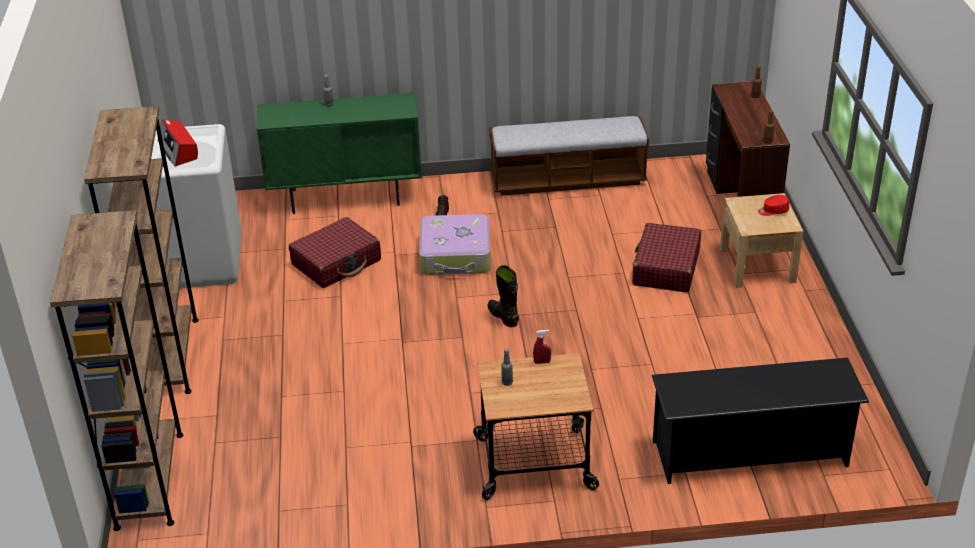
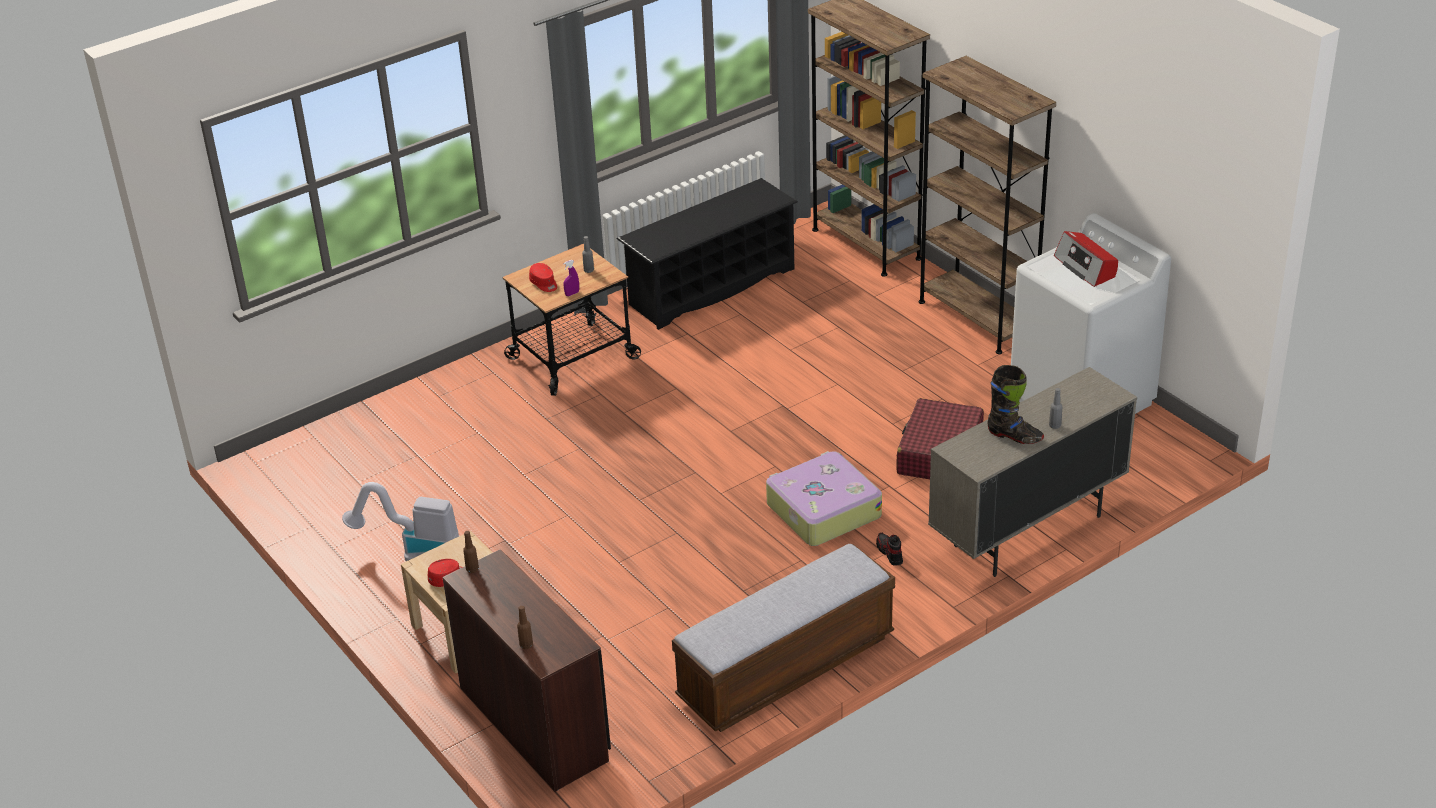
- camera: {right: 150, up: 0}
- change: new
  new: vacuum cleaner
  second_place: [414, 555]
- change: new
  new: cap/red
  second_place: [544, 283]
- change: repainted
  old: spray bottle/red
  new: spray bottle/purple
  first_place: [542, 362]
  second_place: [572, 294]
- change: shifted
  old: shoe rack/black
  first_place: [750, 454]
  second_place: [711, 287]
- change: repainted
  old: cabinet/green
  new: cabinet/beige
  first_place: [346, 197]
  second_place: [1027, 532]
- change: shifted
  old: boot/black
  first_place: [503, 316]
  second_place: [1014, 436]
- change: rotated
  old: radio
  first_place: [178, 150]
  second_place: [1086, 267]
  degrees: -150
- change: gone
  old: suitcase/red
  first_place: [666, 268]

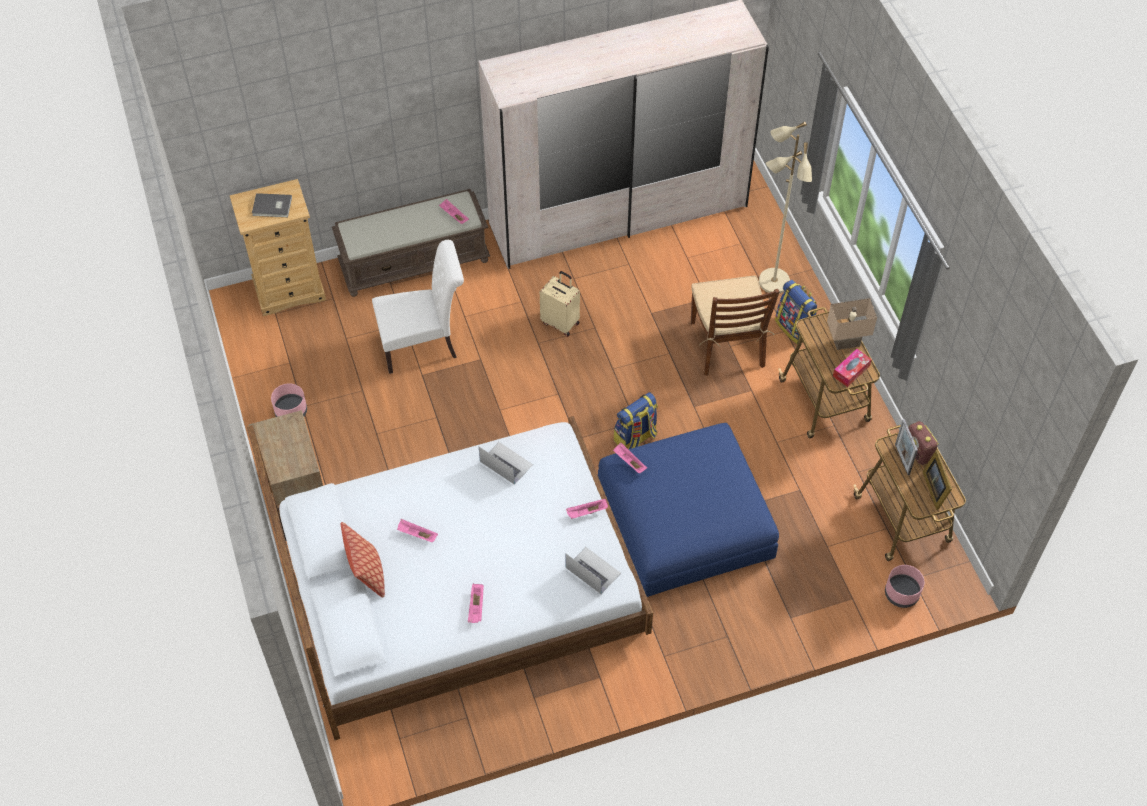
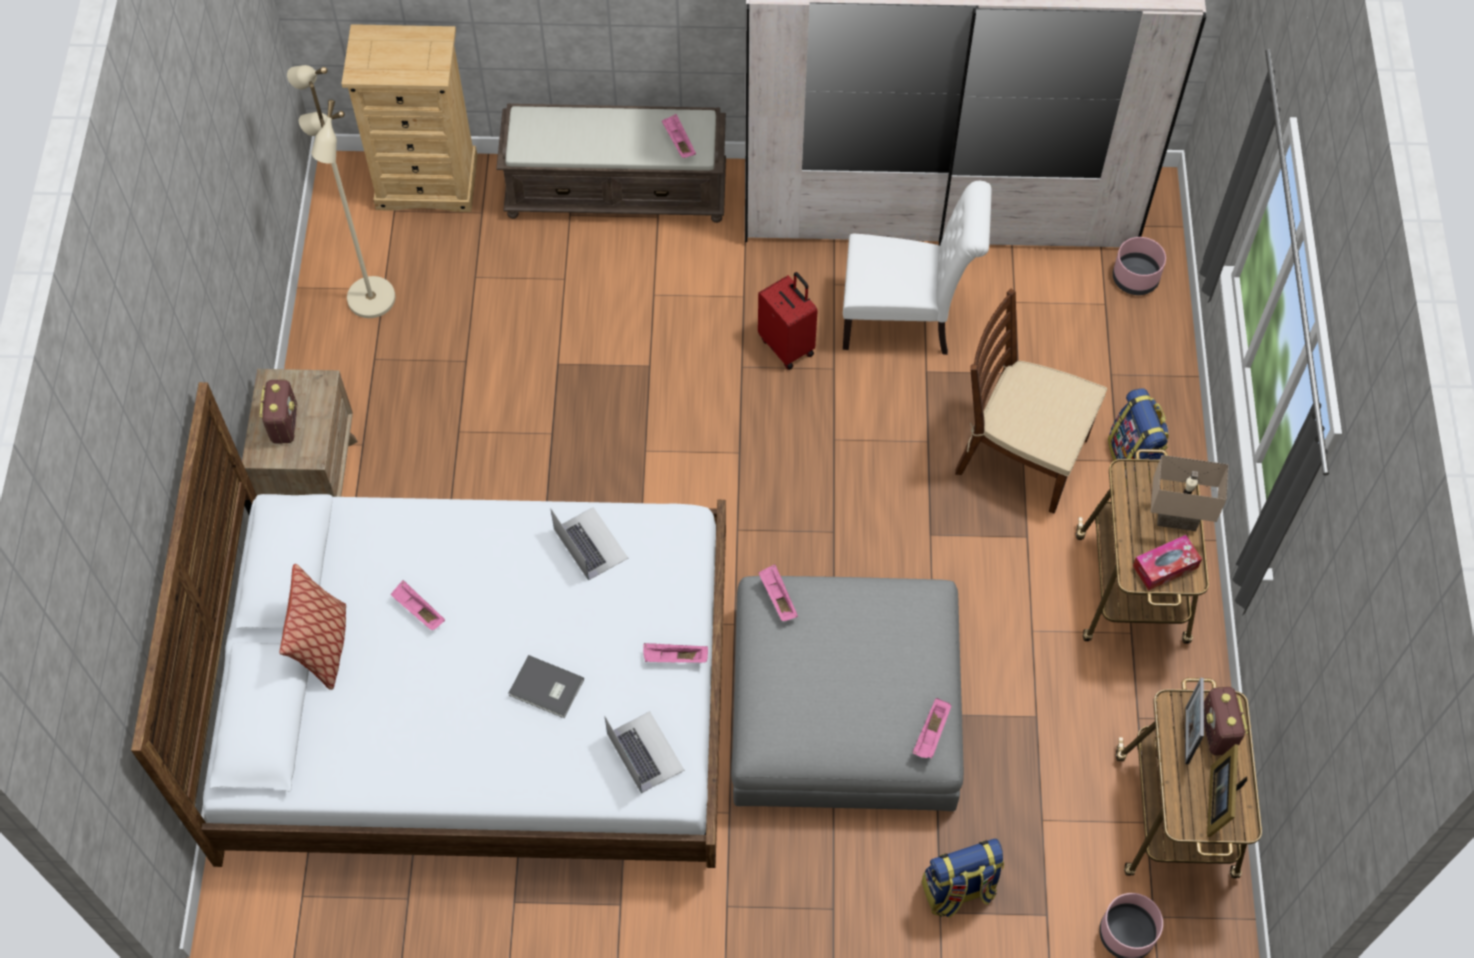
- camera: {right: 20, up: 5}
- change: new
  new: radio
  second_place: [284, 423]
- change: shifted
  old: floor lamp/beige
  first_place: [773, 282]
  second_place: [369, 298]
- change: shifted
  old: book/grey
  first_place: [272, 207]
  second_place: [546, 689]
- change: repainted
  old: ottoman/blue
  new: ottoman/grey
  first_place: [685, 520]
  second_place: [844, 707]
- change: repainted
  old: suitcase/beige
  new: suitcase/red
  first_place: [561, 322]
  second_place: [788, 345]
- change: shifted
  old: chair/white
  first_place: [423, 345]
  second_place: [905, 322]
- change: shifted
  old: tray/pink
  first_place: [476, 607]
  second_place: [931, 734]
- change: shifted
  old: backpack
  first_place: [635, 438]
  second_place: [958, 890]
- change: rotated
  old: chair/brown
  first_place: [727, 345]
  second_place: [1020, 455]
  degrees: 105
- change: shifted
  old: planter/pink
  first_place: [291, 411]
  second_place: [1134, 278]

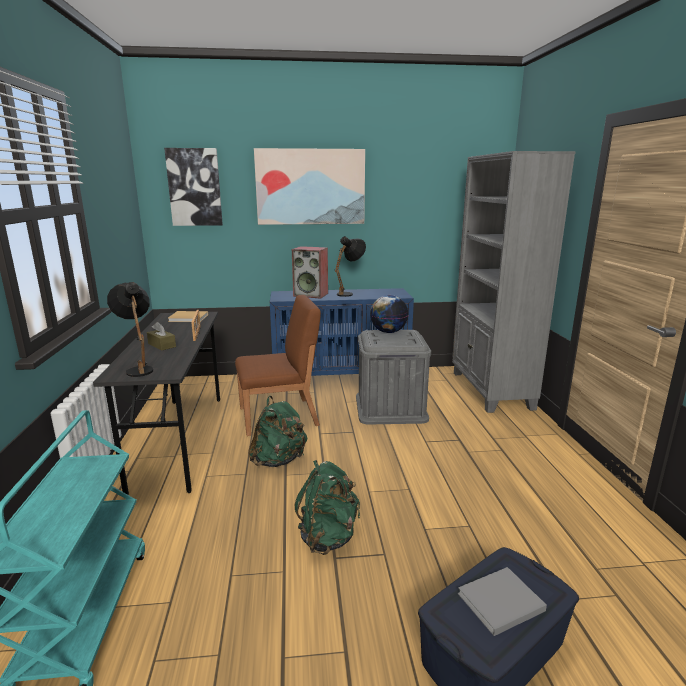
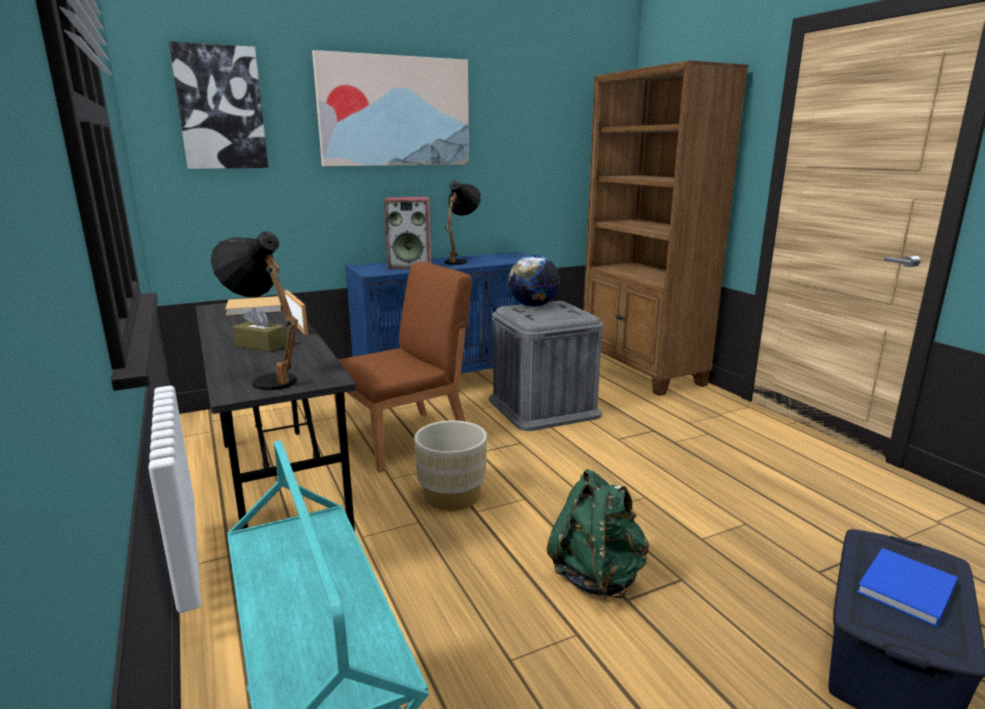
- camera: {right: -20, up: 0}
- change: swapped
  old: backpack/green
  new: planter/beige
  first_place: [279, 460]
  second_place: [452, 495]
- change: repainted
  old: bookcase/grey
  new: bookcase/brown
  first_place: [490, 390]
  second_place: [641, 371]
- change: repainted
  old: book/grey
  new: book/blue
  first_place: [498, 603]
  second_place: [905, 590]

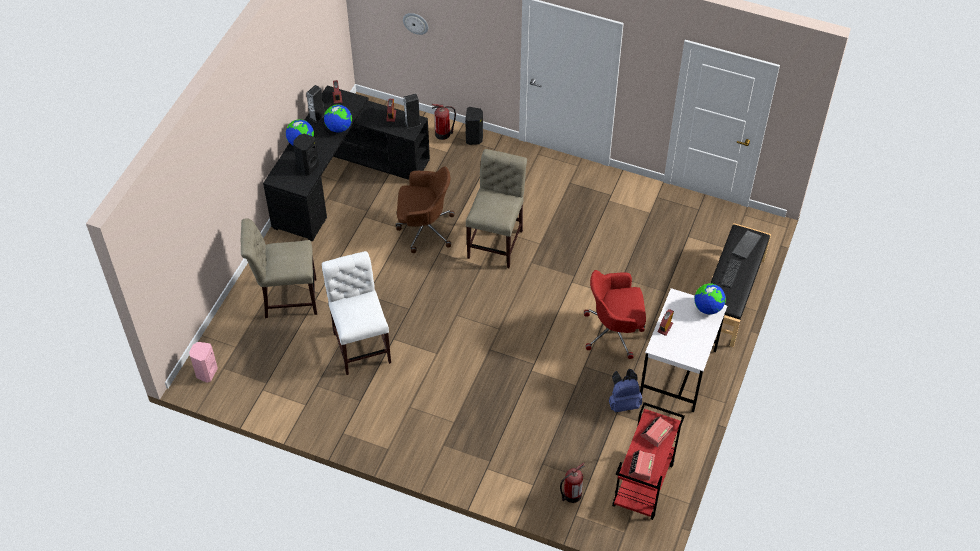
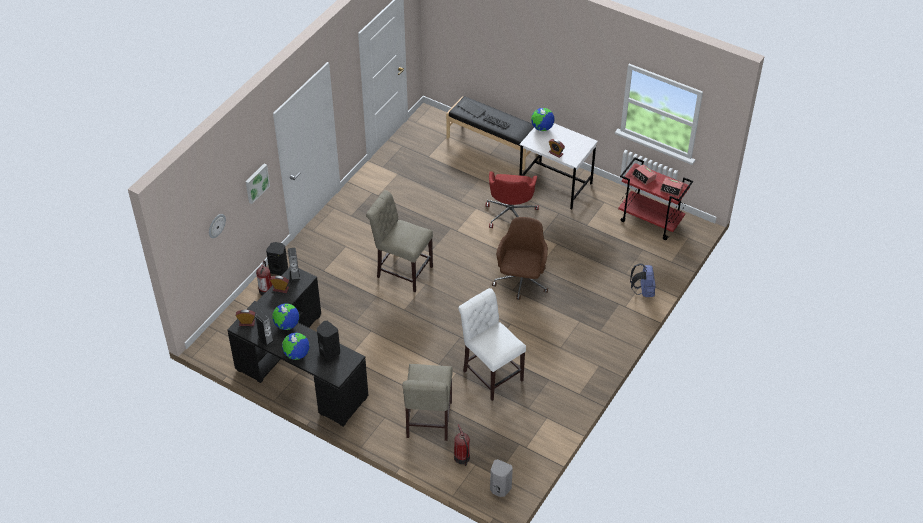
- camera: {right: -80, up: -5}
- change: new
  new: picture
  second_place: [256, 183]
- change: shifted
  old: fire extinguisher
  first_place: [571, 495]
  second_place: [462, 458]
- change: rotated
  old: chair/white
  first_place: [361, 344]
  second_place: [491, 373]
  degrees: 60
- change: repainted
  old: speaker/pink
  new: speaker/grey
  first_place: [206, 373]
  second_place: [499, 489]
- change: shifted
  old: office chair/brown
  first_place: [424, 228]
  second_place: [521, 282]
- change: shifted
  old: backpack/blue
  first_place: [623, 403]
  second_place: [643, 291]

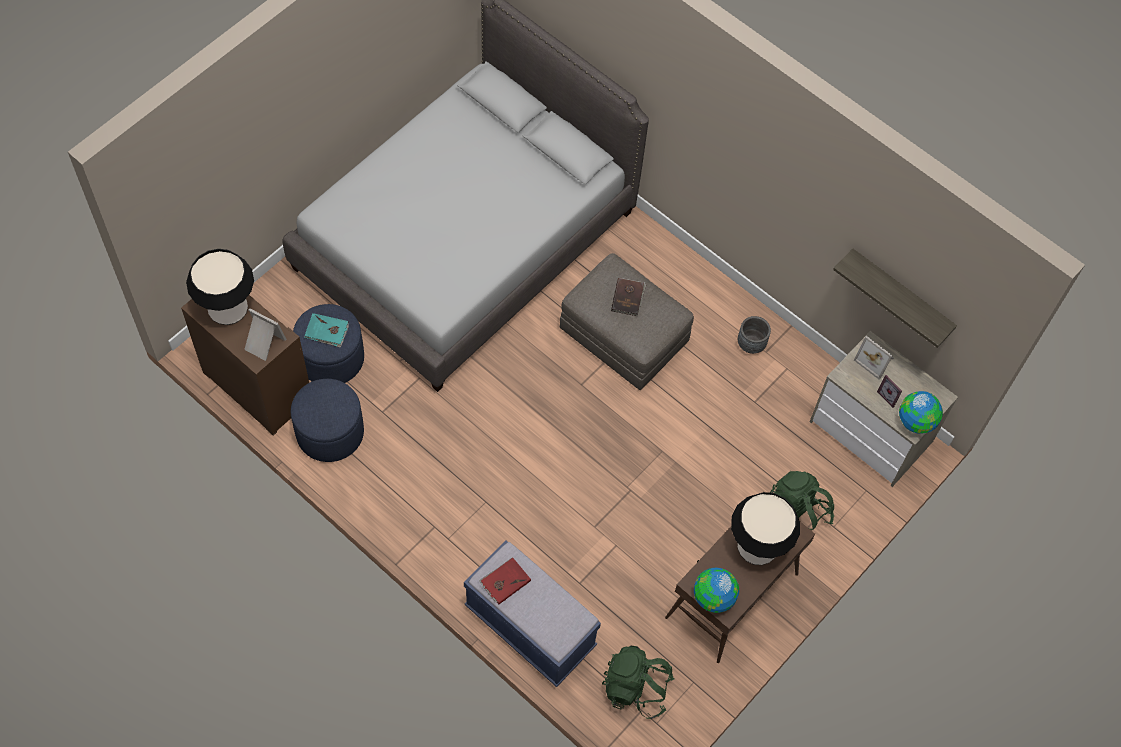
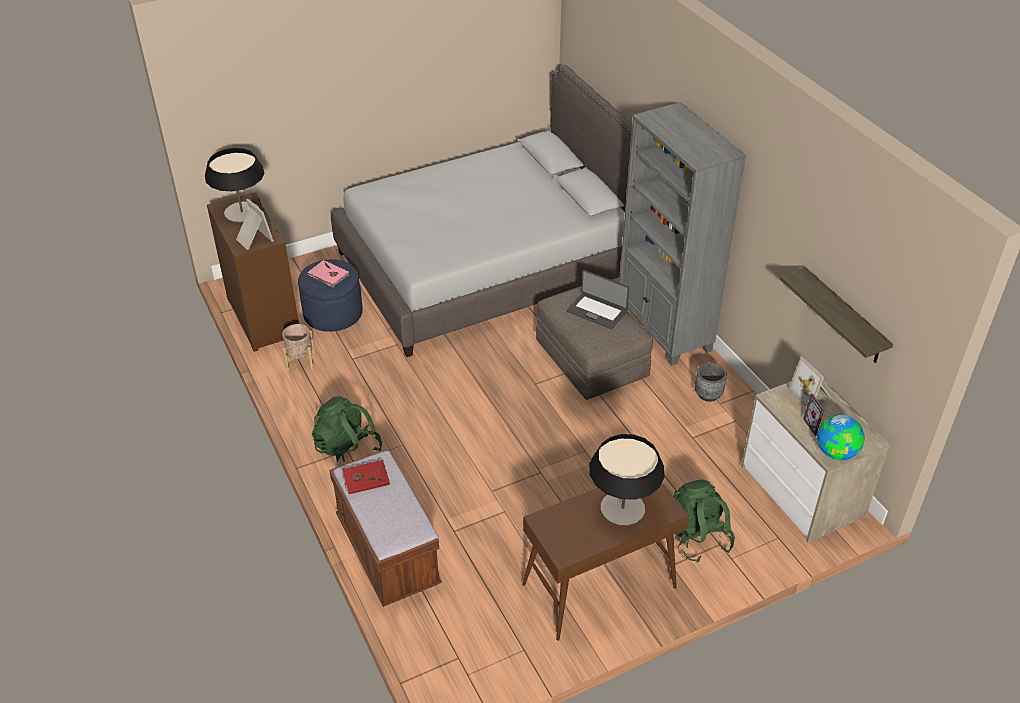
- camera: {right: 25, up: -20}
- change: swapped
  old: ottoman/blue
  new: planter/beige
  first_place: [330, 432]
  second_place: [300, 361]
- change: repainted
  old: book/turquoise
  new: book/pink
  first_place: [327, 331]
  second_place: [328, 275]
- change: shifted
  old: backpack/green
  first_place: [636, 688]
  second_place: [348, 450]
- change: repainted
  old: bench/blue
  new: bench/brown
  first_place: [530, 627]
  second_place: [387, 552]
- change: swapped
  old: book/brown
  new: laptop
  first_place: [628, 298]
  second_place: [597, 311]
- change: new
  new: bookcase/grey
  second_place: [664, 330]
- change: gone
  old: globe
  first_place: [713, 598]

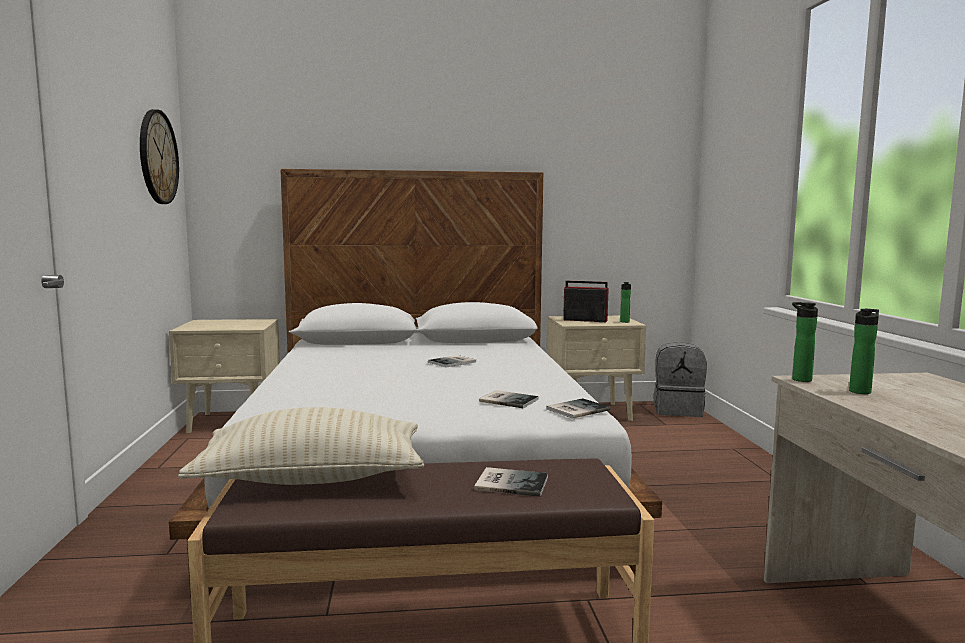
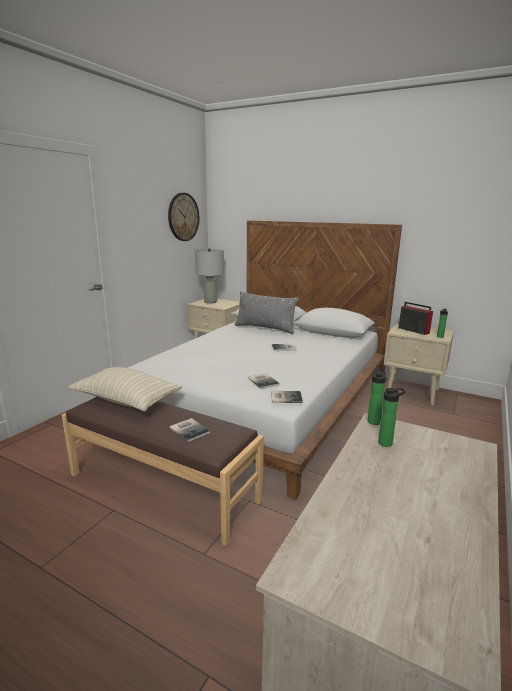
- camera: {right: 35, up: 10}
- change: new
  new: table lamp/grey
  second_place: [210, 302]
- change: new
  new: pillow/grey
  second_place: [265, 328]
- change: gone
  old: backpack/grey
  first_place: [678, 410]

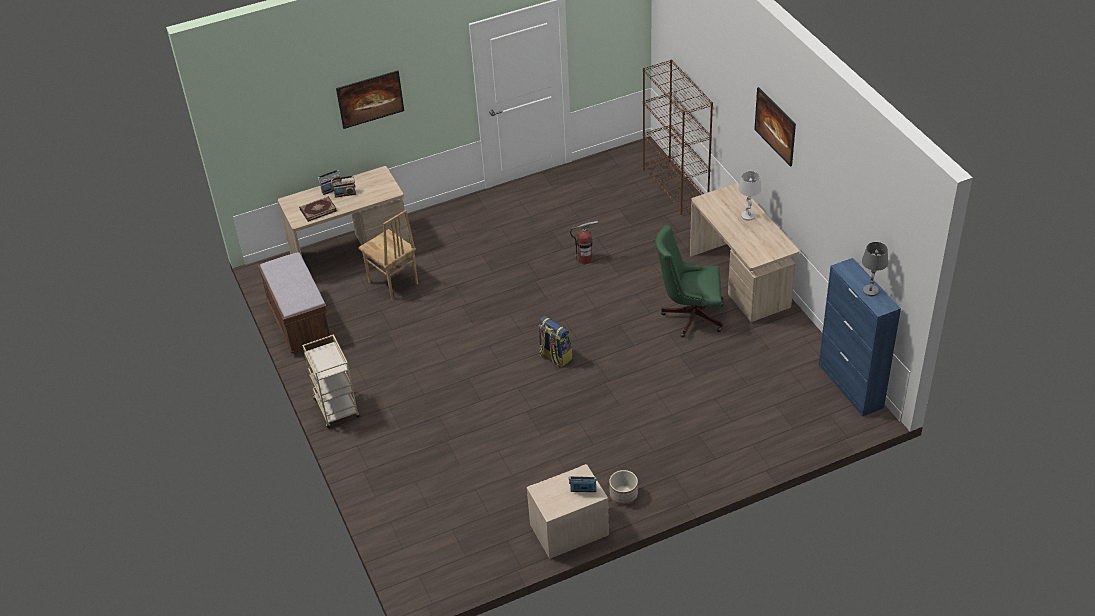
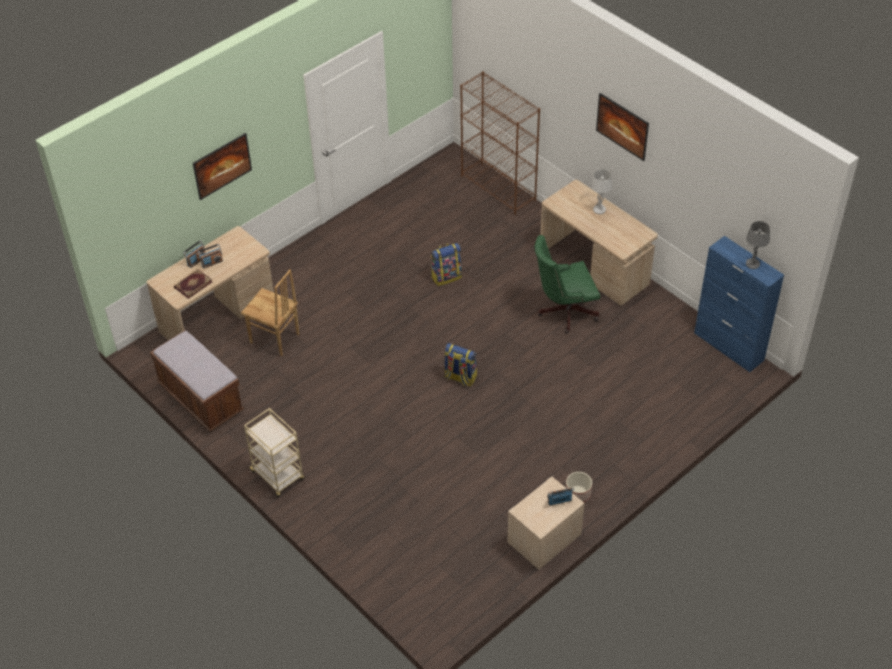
- camera: {right: -20, up: 5}
- change: swapped
  old: fire extinguisher
  new: backpack
  first_place: [585, 259]
  second_place: [446, 276]

